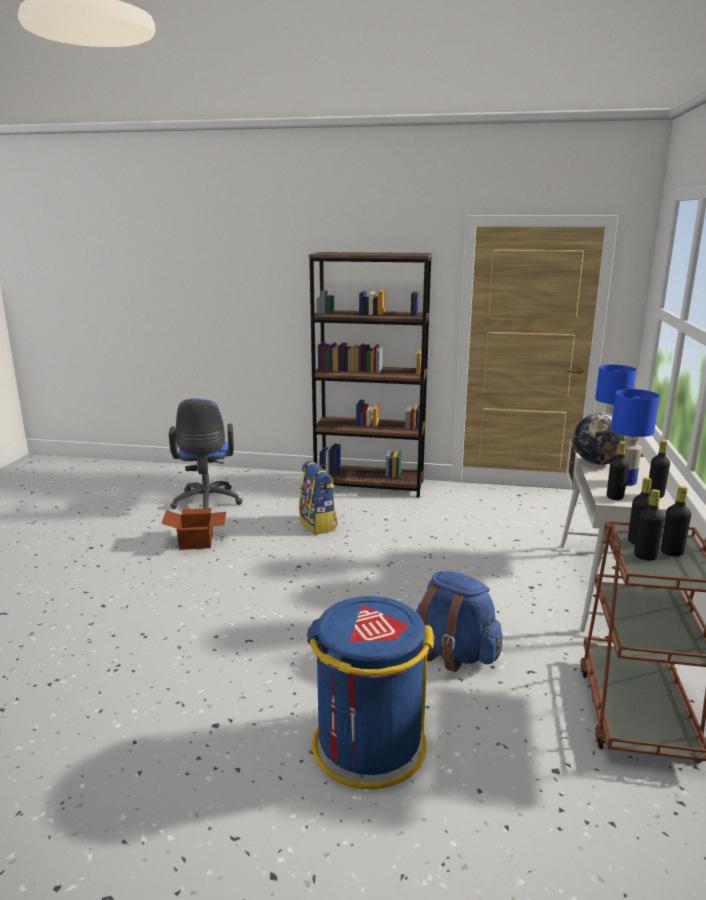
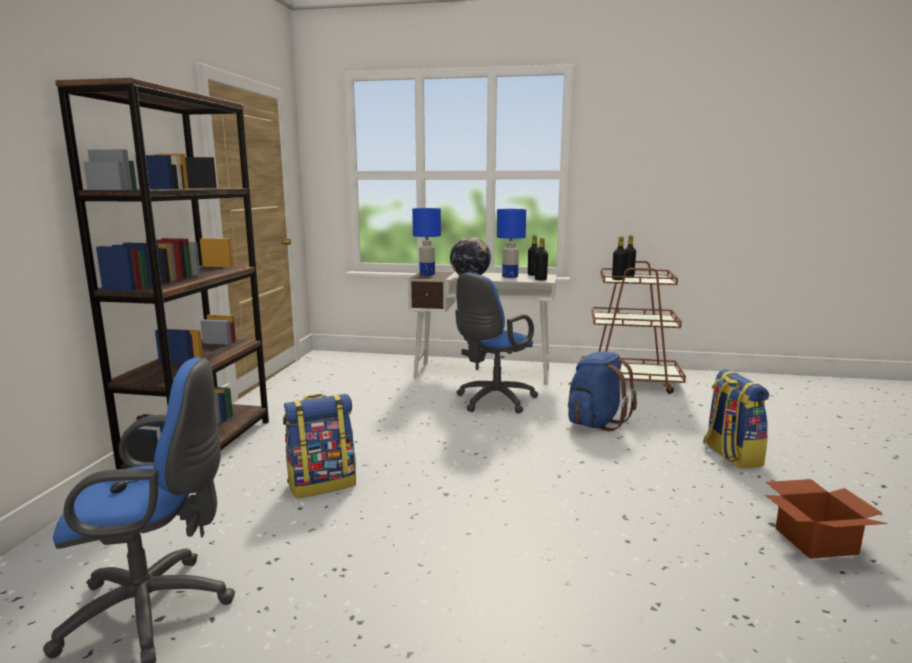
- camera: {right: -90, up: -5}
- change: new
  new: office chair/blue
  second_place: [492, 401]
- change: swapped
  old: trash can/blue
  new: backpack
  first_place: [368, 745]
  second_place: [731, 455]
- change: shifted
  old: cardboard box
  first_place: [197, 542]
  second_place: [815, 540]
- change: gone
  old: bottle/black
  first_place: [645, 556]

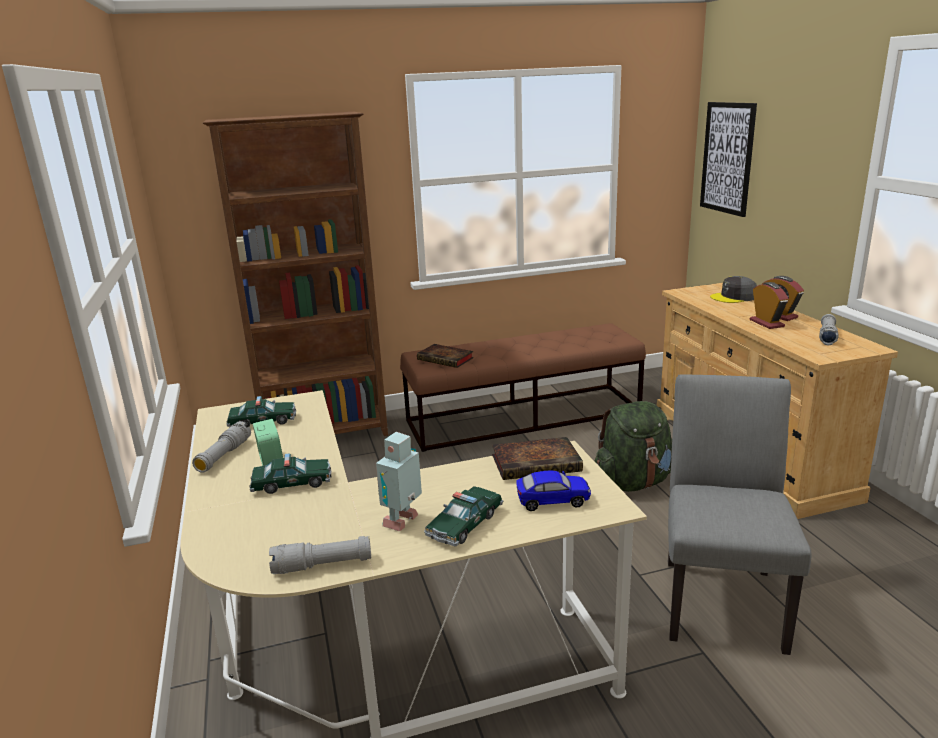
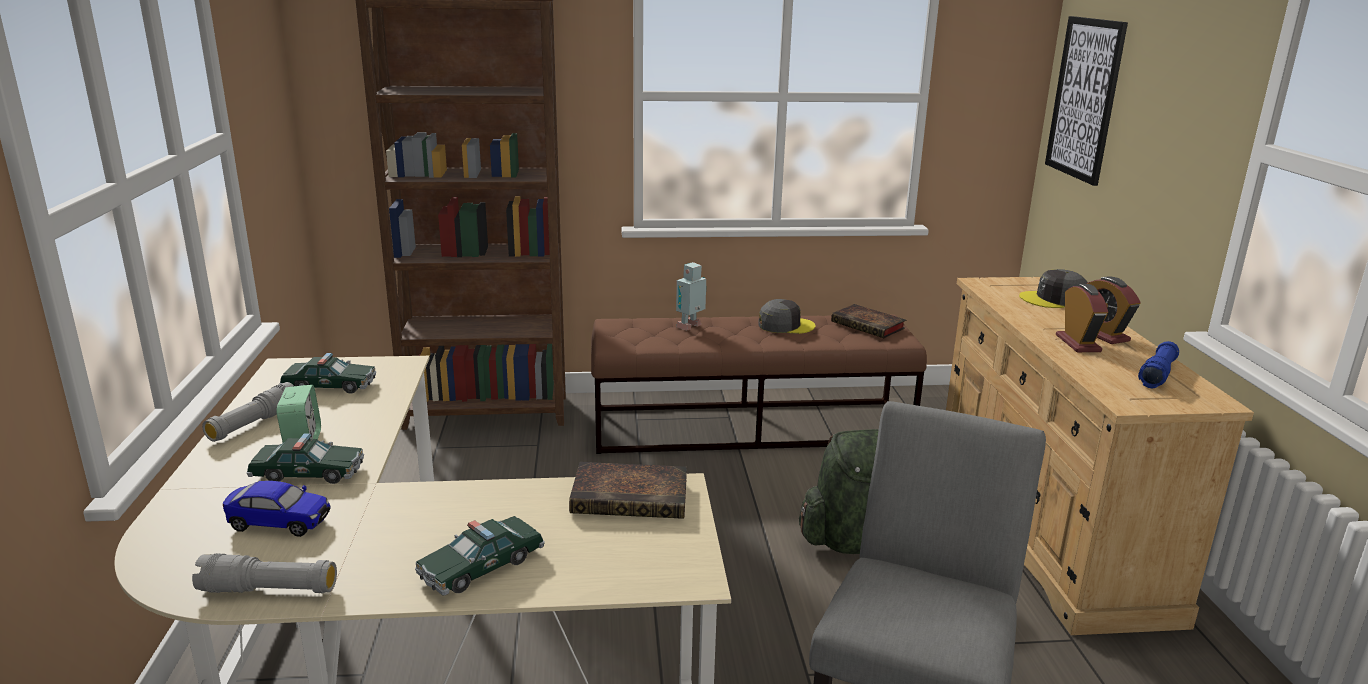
- camera: {right: 10, up: 0}
- change: shifted
  old: toy car
  first_place: [553, 501]
  second_place: [280, 523]
- change: shifted
  old: toy robot
  first_place: [404, 521]
  second_place: [691, 327]
- change: new
  new: cap/grey
  second_place: [785, 325]
- change: shifted
  old: book
  first_place: [447, 359]
  second_place: [869, 326]
- change: repainted
  old: flashlight/grey
  new: flashlight/blue
  first_place: [827, 336]
  second_place: [1157, 374]

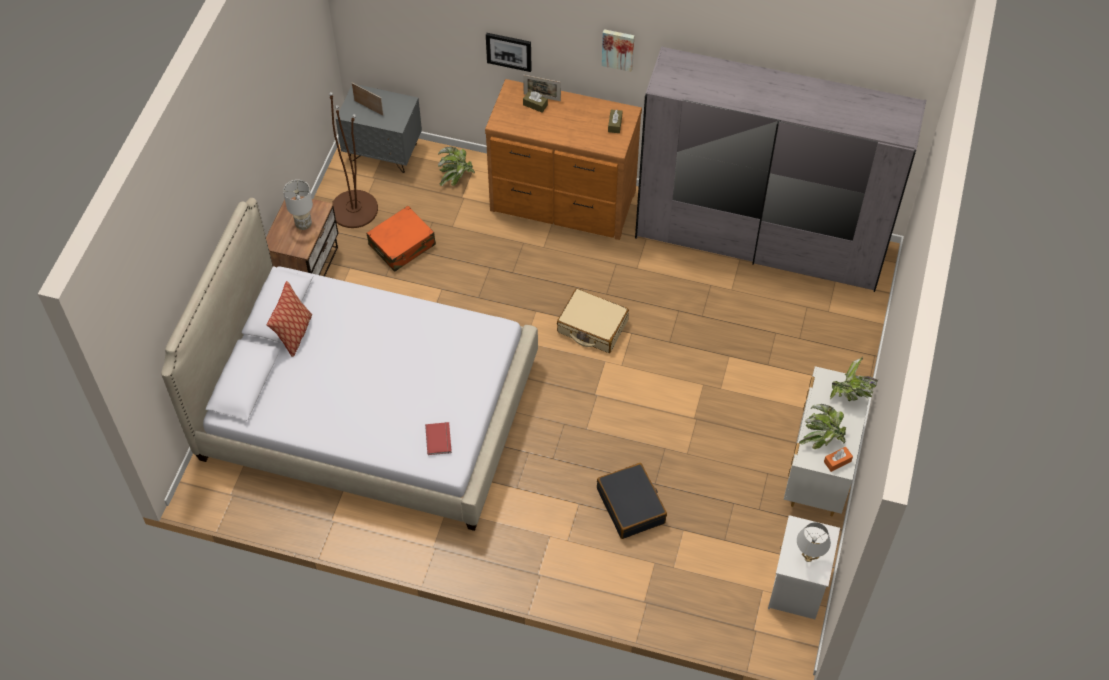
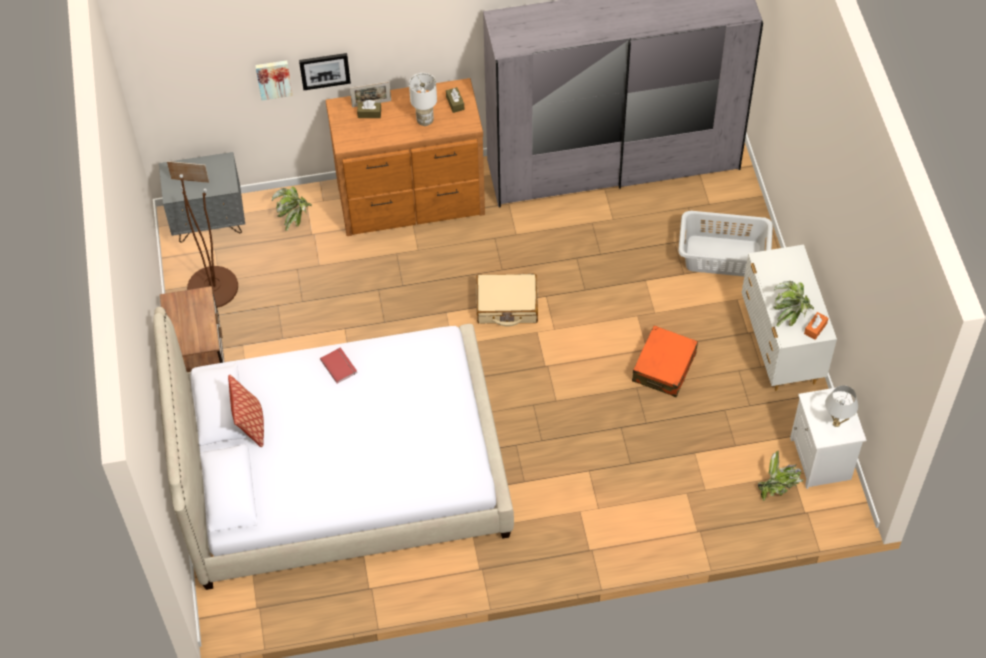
- camera: {right: -25, up: 0}
- change: shifted
  old: picture
  first_place: [618, 49]
  second_place: [274, 78]
- change: shifted
  old: book/red
  first_place: [439, 439]
  second_place: [339, 365]
- change: shifted
  old: table lamp/white
  first_place: [304, 224]
  second_place: [425, 120]
- change: shifted
  old: suitcase/orange
  first_place: [402, 245]
  second_place: [664, 367]
- change: new
  new: laundry basket/grey
  second_place: [722, 256]
- change: shifted
  old: potted plant
  first_place: [851, 394]
  second_place: [778, 487]
- change: gone
  old: suitcase/black
  first_place: [631, 506]

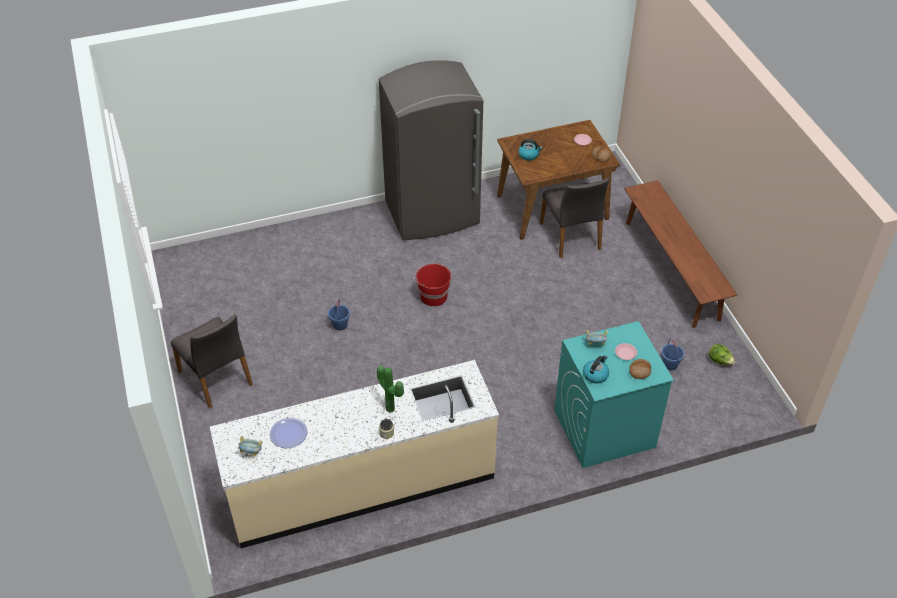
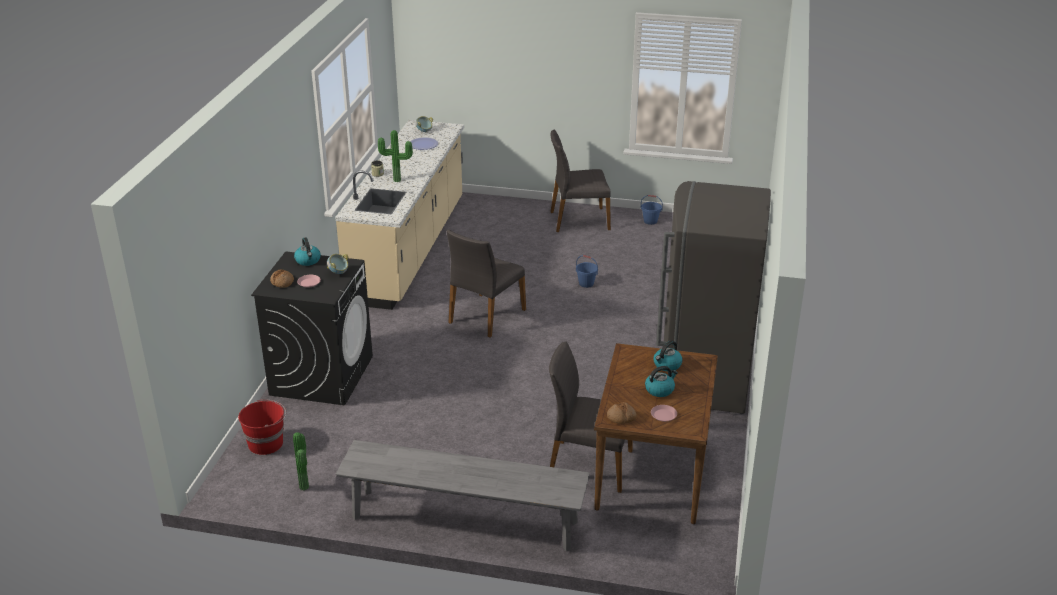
- camera: {right: 120, up: -15}
- change: shifted
  old: bucket/red
  first_place: [433, 296]
  second_place: [266, 443]
- change: repainted
  old: washing machine/turquoise
  new: washing machine/black
  first_place: [603, 429]
  second_place: [322, 375]
- change: swapped
  old: lettuce
  new: potted plant
  first_place: [719, 361]
  second_place: [306, 486]
- change: repainted
  old: bench/brown
  new: bench/grey
  first_place: [671, 269]
  second_place: [464, 520]
- change: new
  new: chair/grey
  second_place: [485, 316]
- change: shifted
  old: bucket/blue
  first_place: [670, 364]
  second_place: [650, 221]
- change: new
  new: kettle
  second_place: [660, 390]

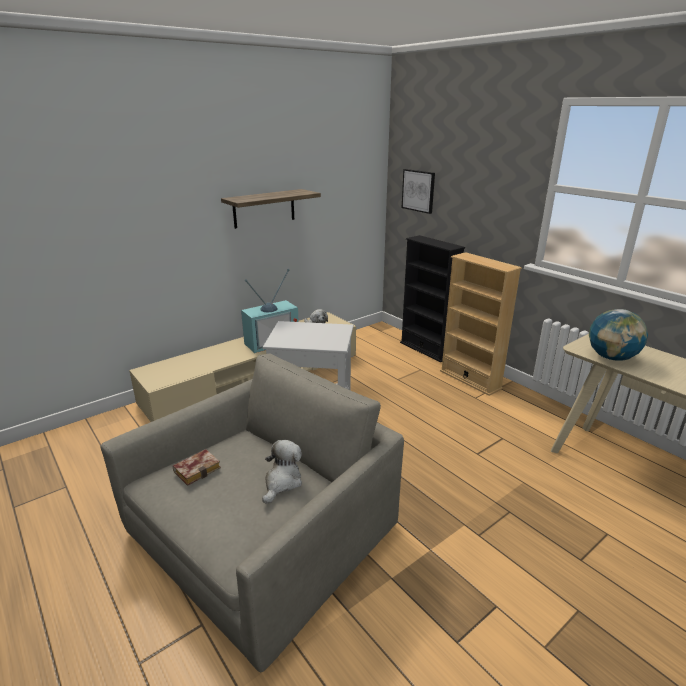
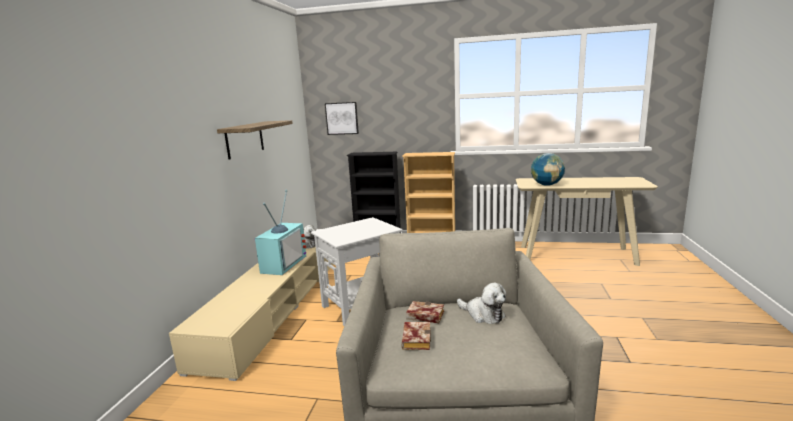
- camera: {right: -40, up: -10}
- change: new
  new: book
  second_place: [423, 316]
- change: rotated
  old: plush toy
  first_place: [282, 482]
  second_place: [483, 314]
  degrees: 150

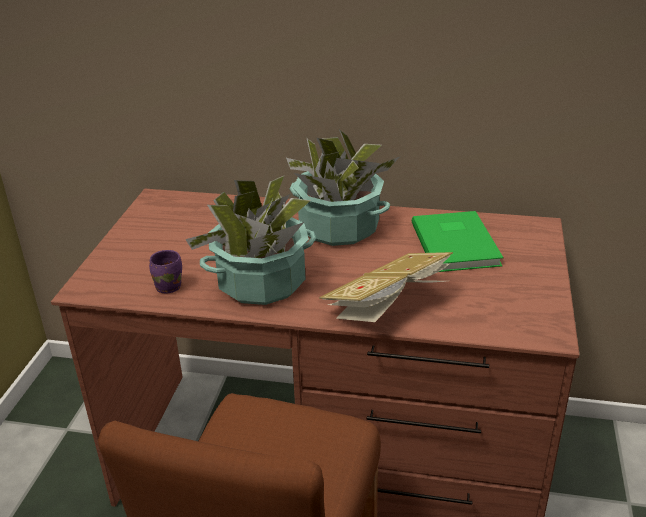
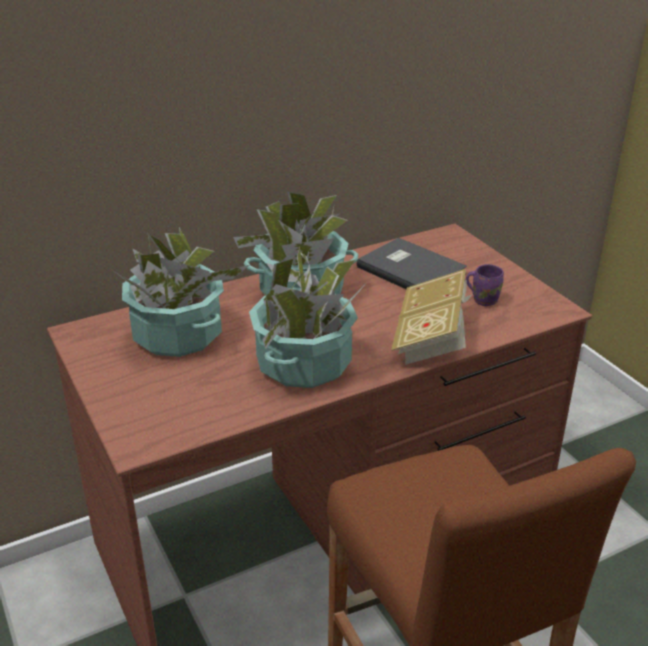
- camera: {right: -40, up: 0}
- change: new
  new: potted plant
  second_place: [177, 335]
- change: repainted
  old: book/green
  new: book/grey
  first_place: [457, 243]
  second_place: [411, 269]
- change: shifted
  old: mug/purple
  first_place: [169, 286]
  second_place: [484, 299]

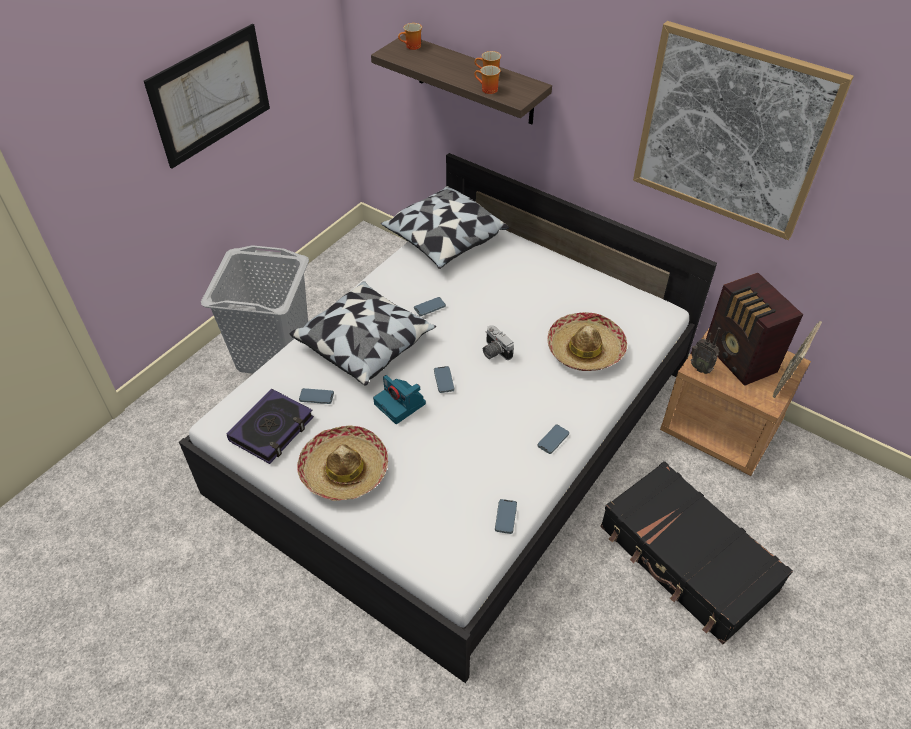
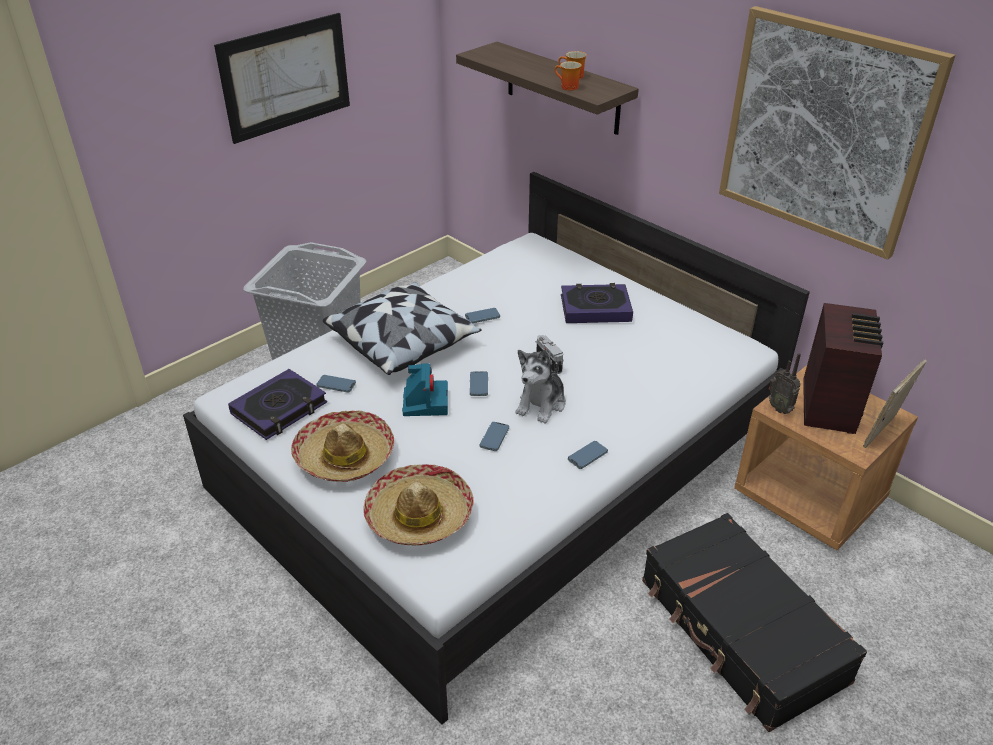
- camera: {right: 10, up: -10}
- change: shifted
  old: hat
  first_place: [585, 349]
  second_place: [419, 515]
- change: rotated
  old: photo camera
  first_place: [401, 404]
  second_place: [425, 402]
  degrees: -150
- change: shifted
  old: phone
  first_place: [505, 517]
  second_place: [494, 438]
- change: new
  new: plush toy
  second_place: [541, 404]
- change: new
  new: book
  second_place: [595, 308]
- change: rotated
  old: radio
  first_place: [739, 359]
  second_place: [830, 405]
  degrees: -150
- change: gone
  old: pillow
  first_place: [444, 240]
- change: gone
  old: mug
  first_place: [412, 47]

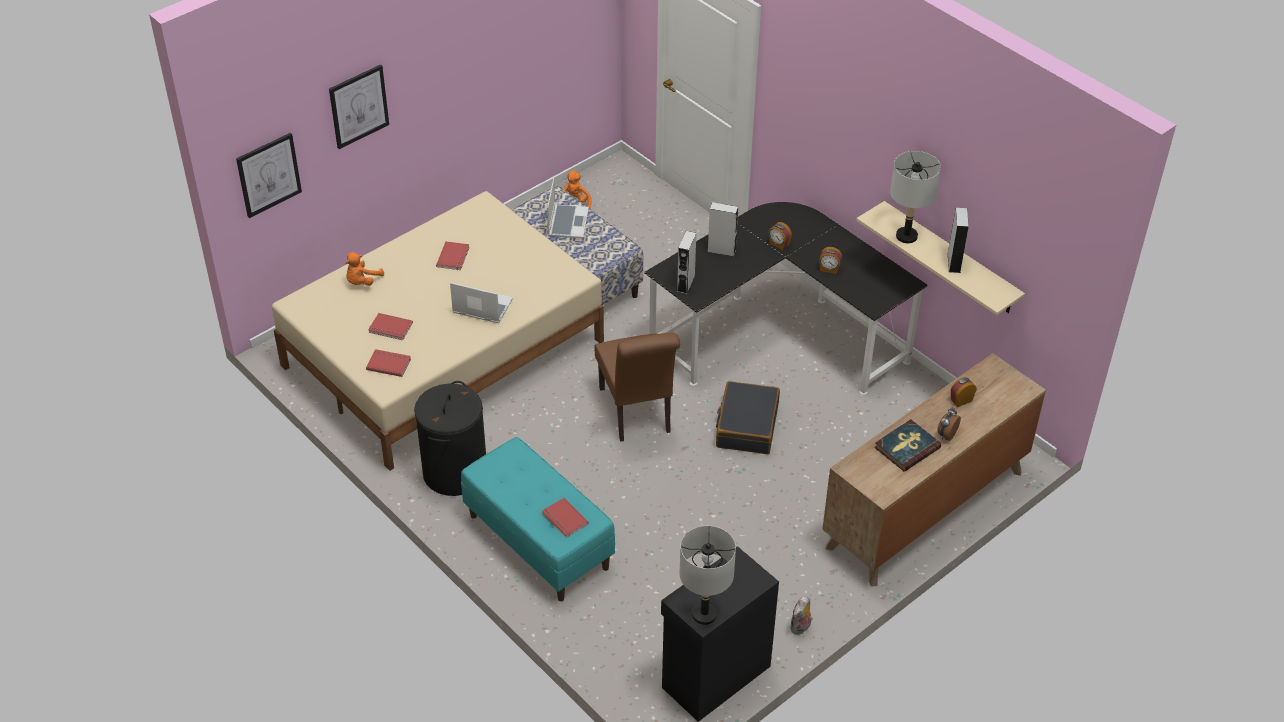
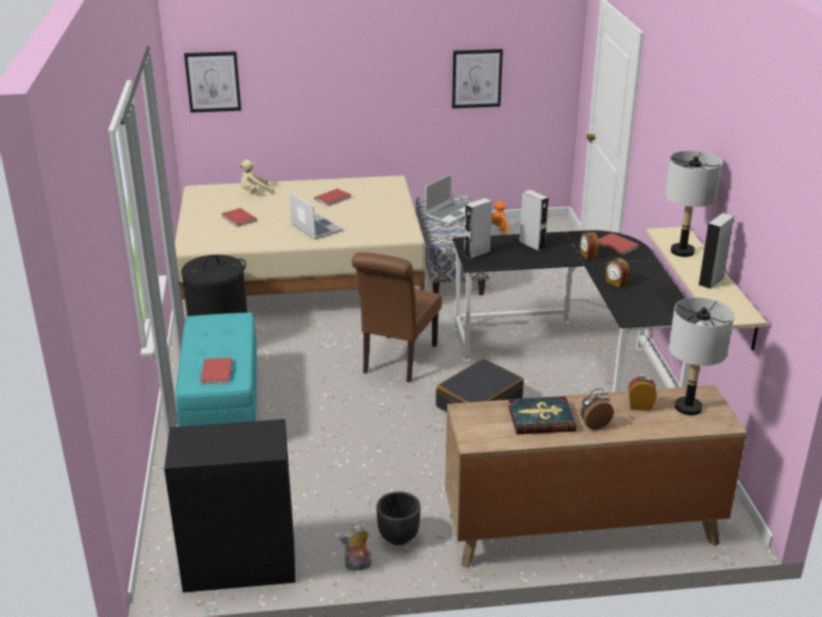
- camera: {right: 35, up: -15}
- change: repainted
  old: plush toy/orange
  new: plush toy/beige
  first_place: [362, 281]
  second_place: [255, 192]
- change: new
  new: planter/black
  second_place: [398, 537]
- change: shifted
  old: picture
  first_place: [358, 106]
  second_place: [476, 78]
- change: shifted
  old: book/red
  first_place: [389, 363]
  second_place: [618, 245]
- change: shifted
  old: table lamp/grey
  first_place: [704, 615]
  second_place: [688, 408]

